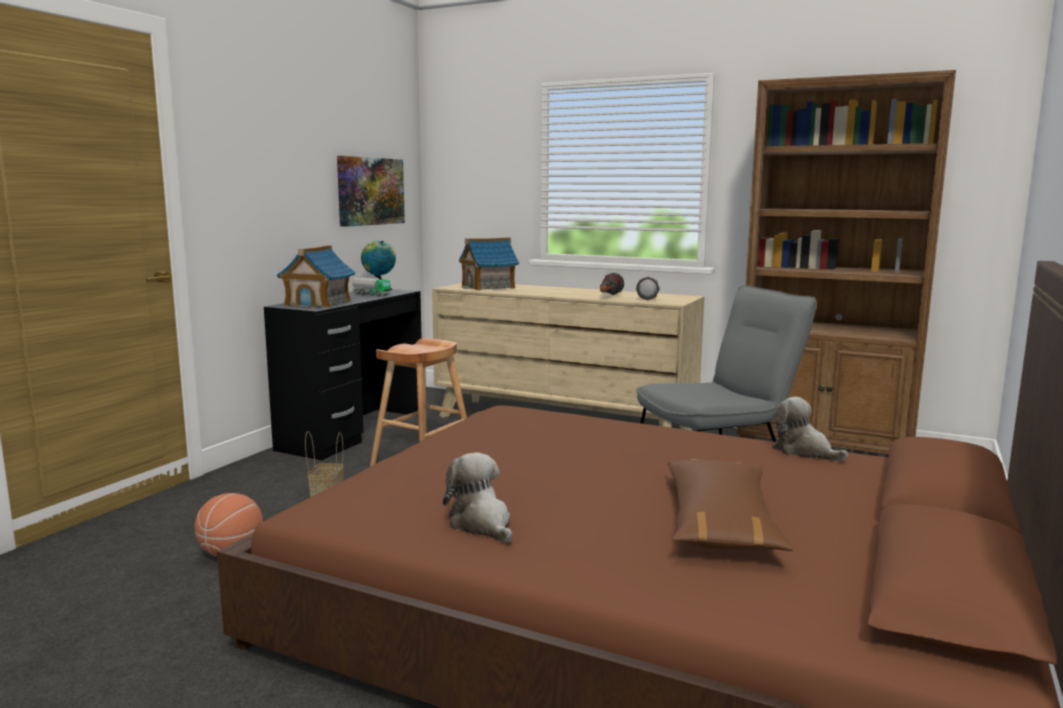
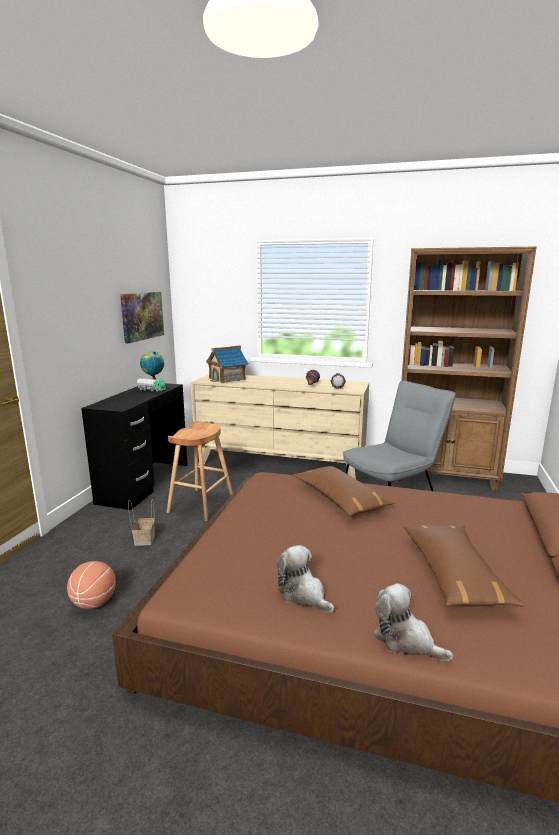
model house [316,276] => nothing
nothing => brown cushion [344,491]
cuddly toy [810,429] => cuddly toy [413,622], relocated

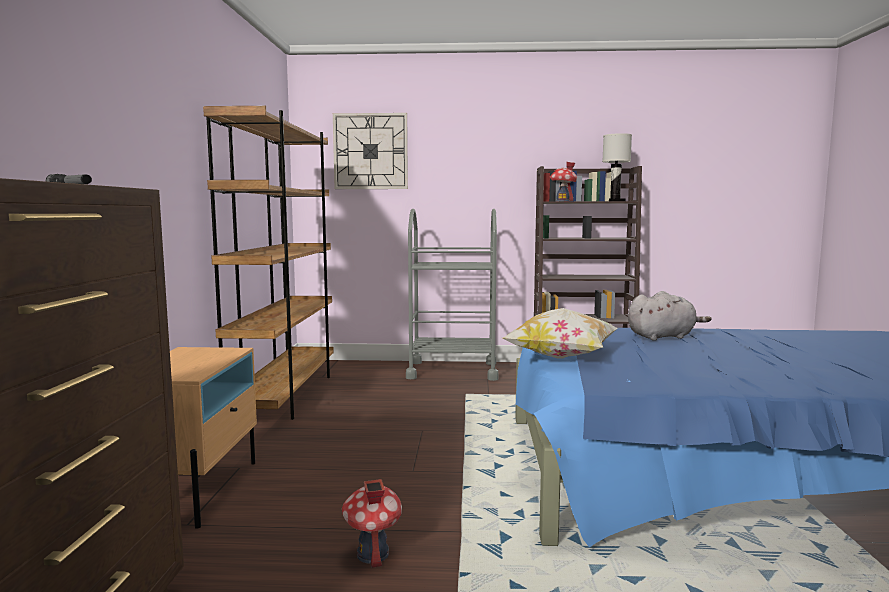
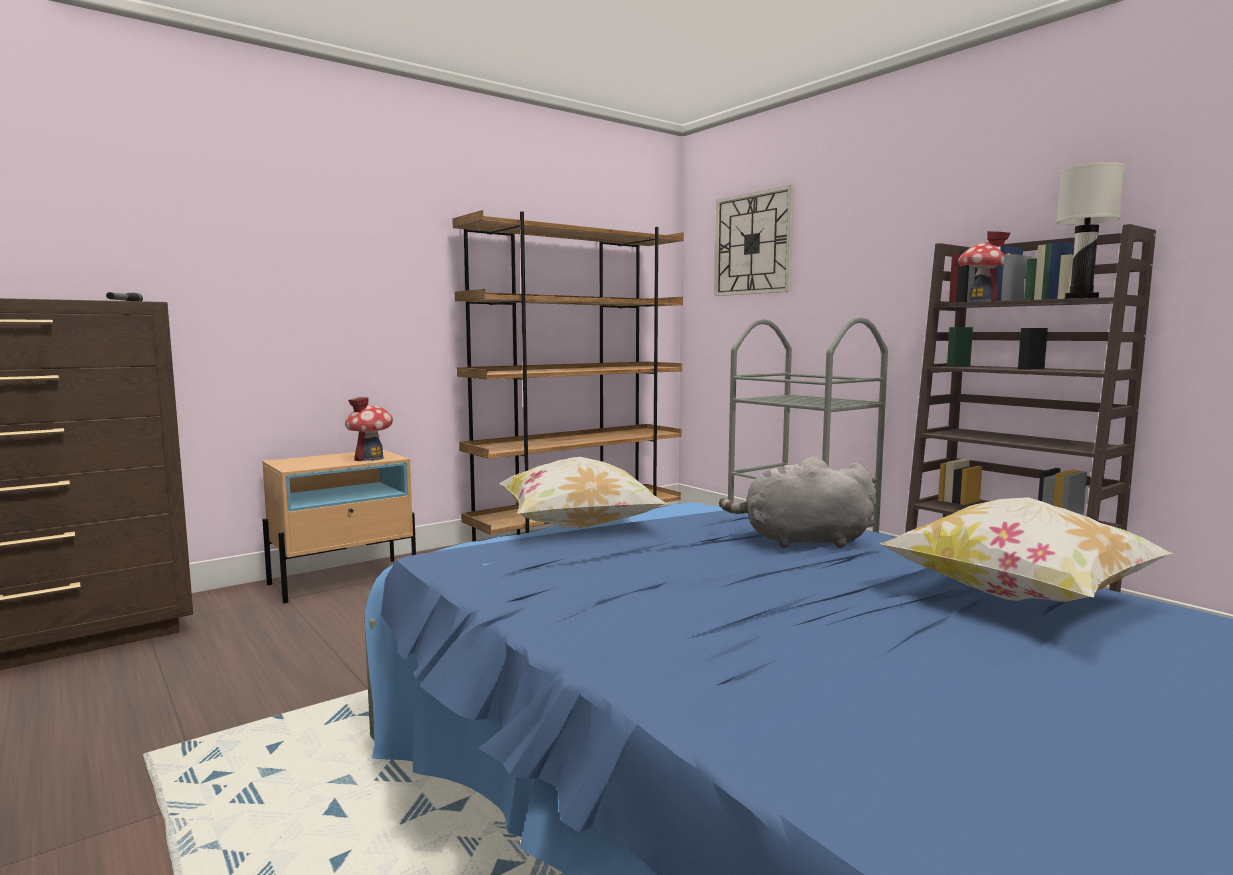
nothing => cushion [1026,549]
model house [372,523] => model house [369,429], relocated
greyish cuddly toy [670,316] => greyish cuddly toy [797,502], 150 degrees clockwise

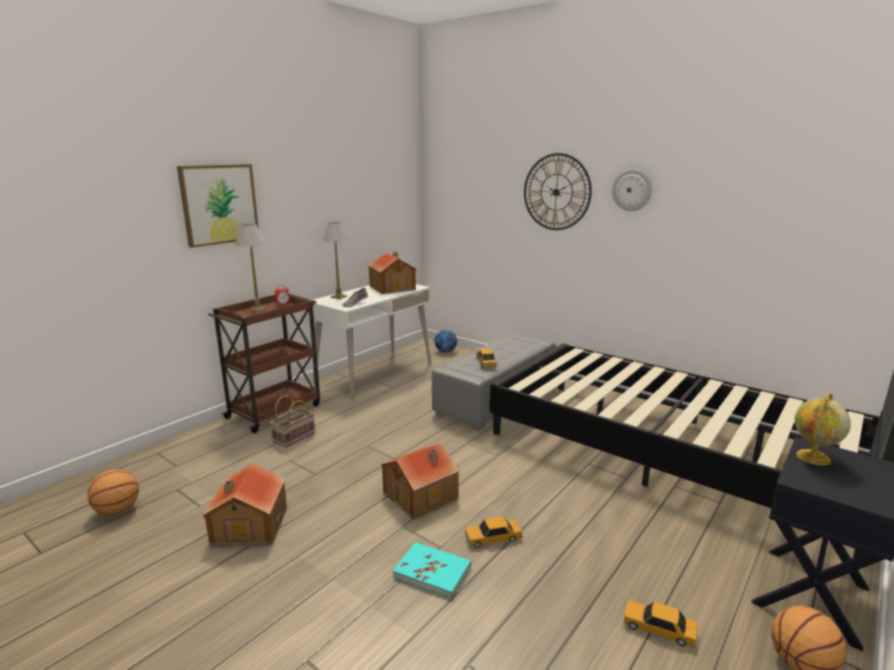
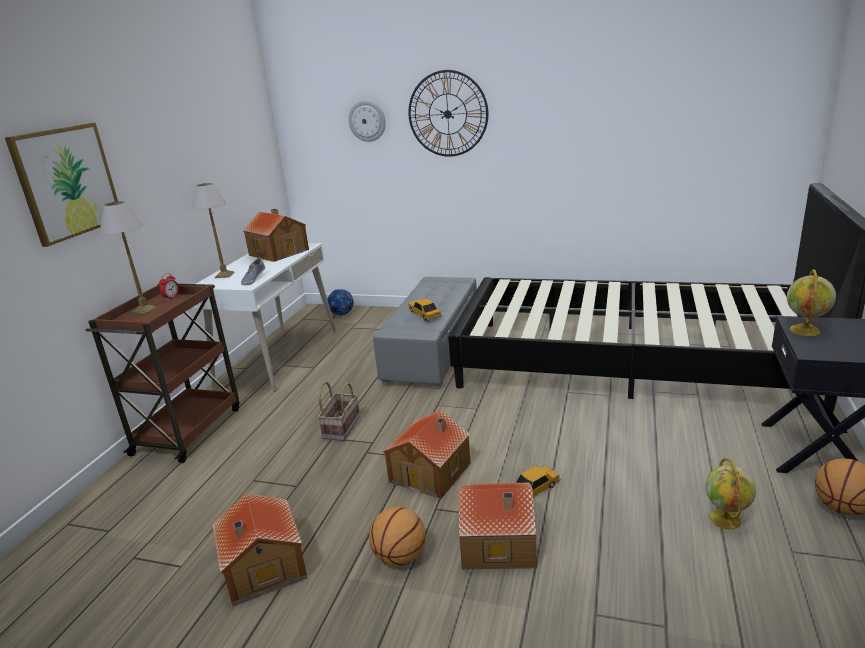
basketball ball [113,492] => basketball ball [397,536], relocated
storage basket [292,421] => storage basket [339,411], relocated
wall clock [632,190] => wall clock [367,121], relocated
turquoise-coloured bound book [432,570] => model house [497,525]
miniature car [660,623] => globe [730,494]

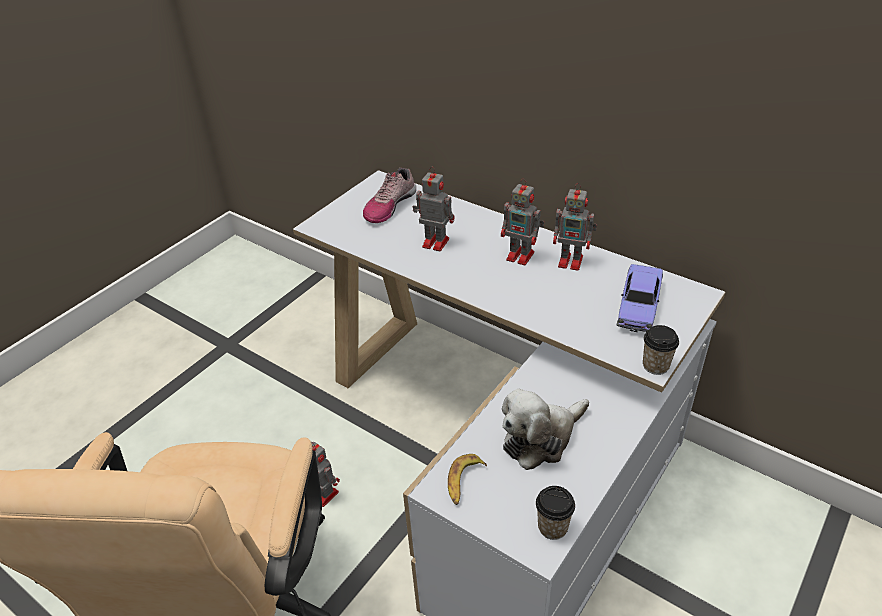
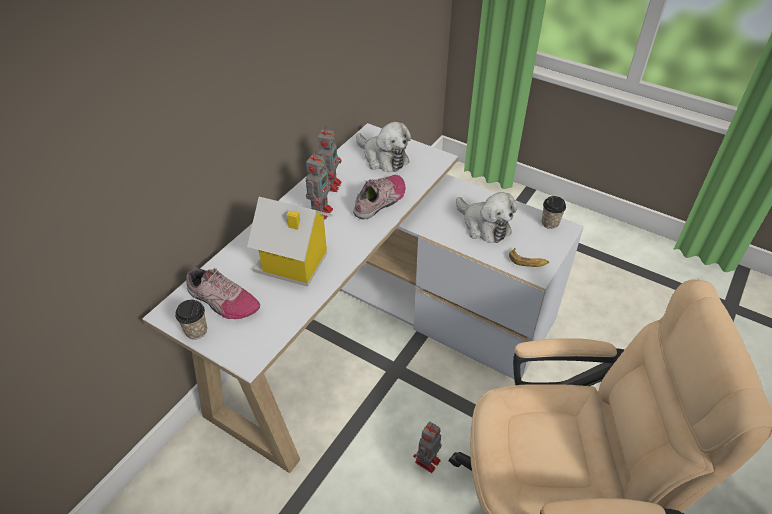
nothing => item of footwear [379,197]
cup [661,350] => cup [191,319], relocated
model robot [434,209] => model house [289,242]
miniature car [640,298] => cuddly toy [383,147]

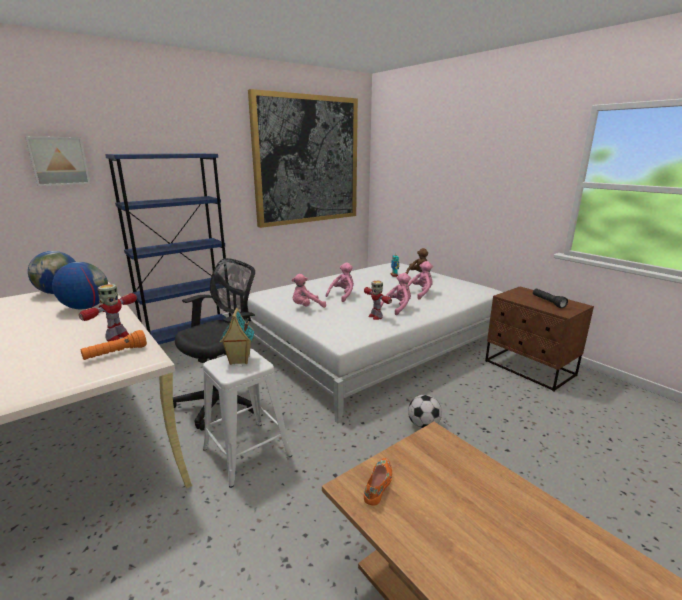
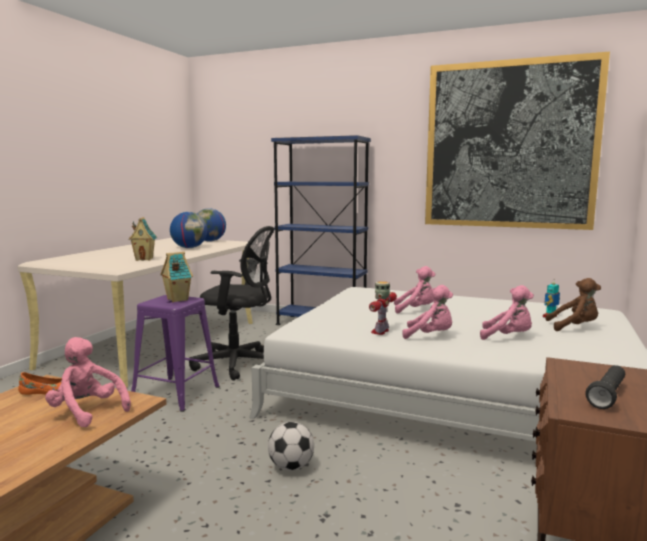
wall picture [57,161] => nothing
orange-coloured hand torch [114,345] => nothing
pinkish cuddly toy [309,291] => pinkish cuddly toy [88,382], relocated
model robot [108,312] => model house [143,239]
white stool [247,418] => purple-coloured stool [175,353]

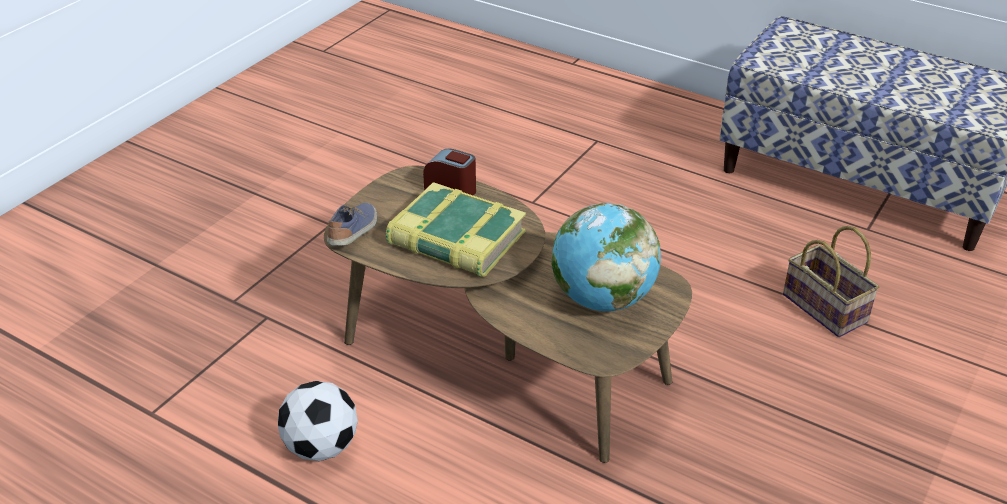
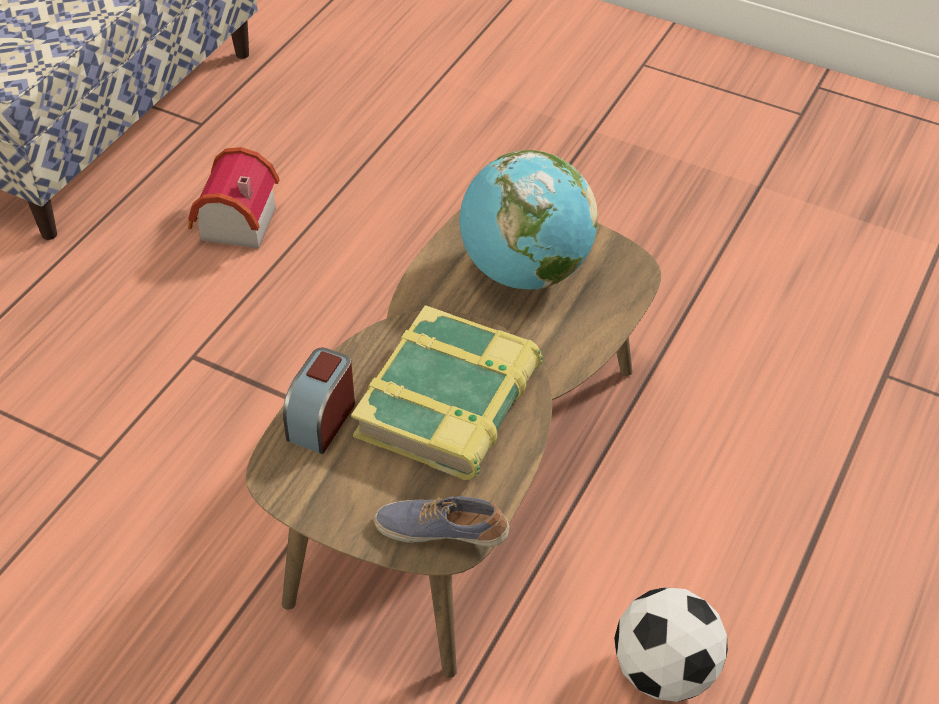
storage basket [831,281] => nothing
nothing => model house [233,198]

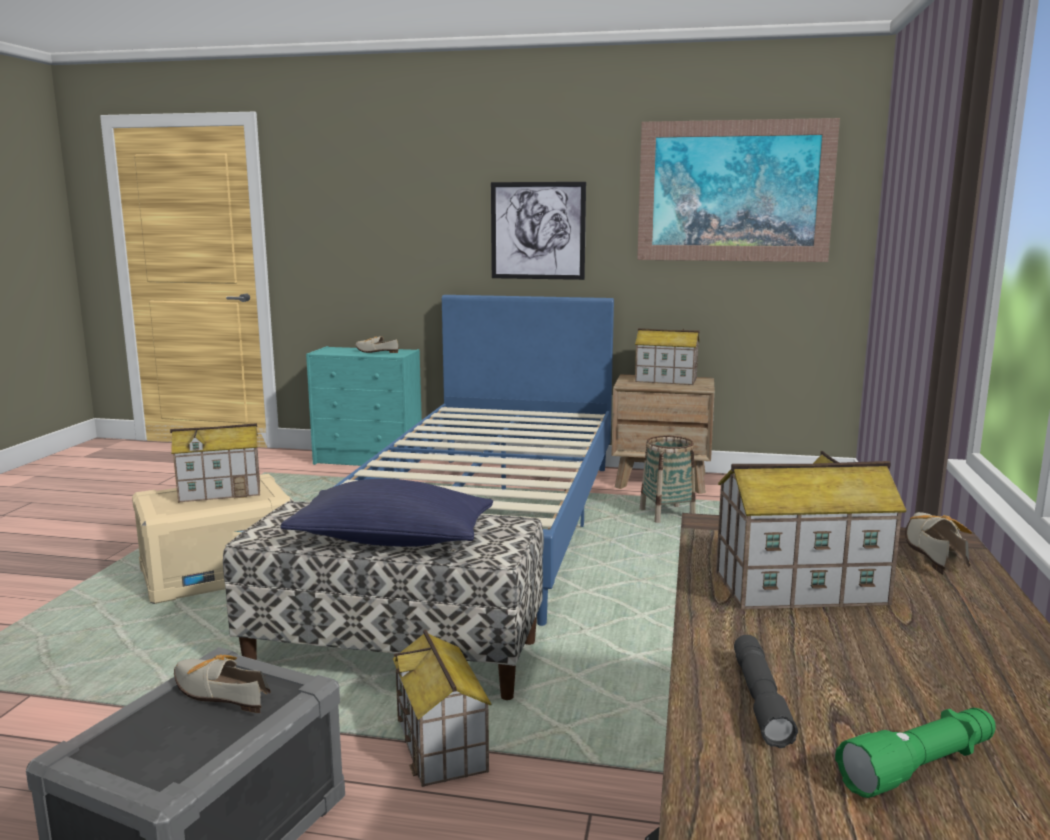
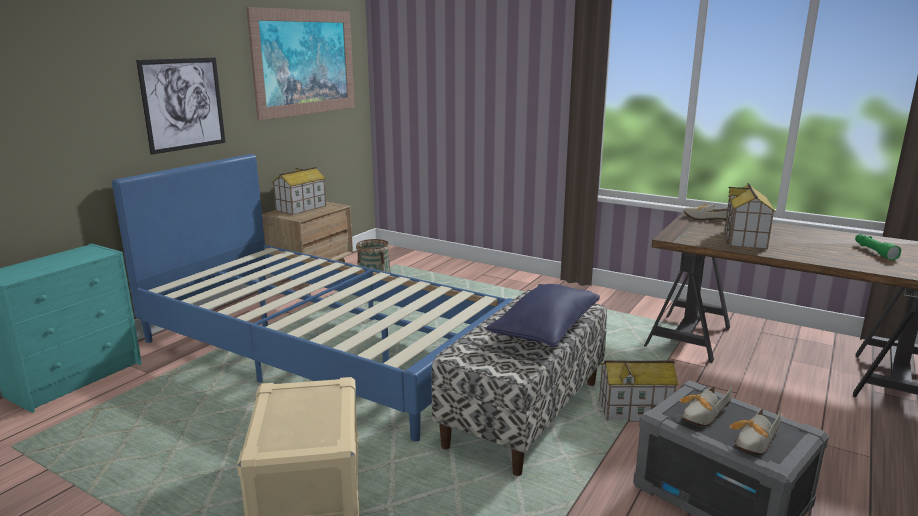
model house [215,463] => nothing
greyish hand torch [766,691] => nothing
item of footwear [377,344] => item of footwear [755,430], relocated

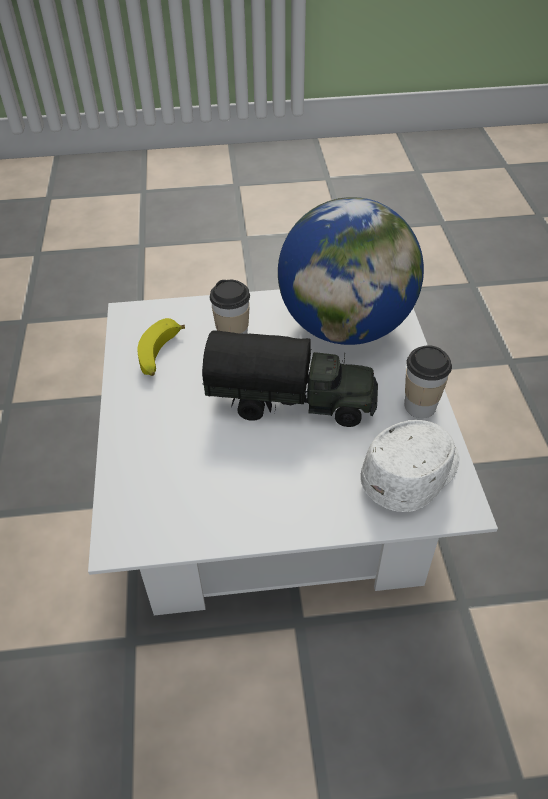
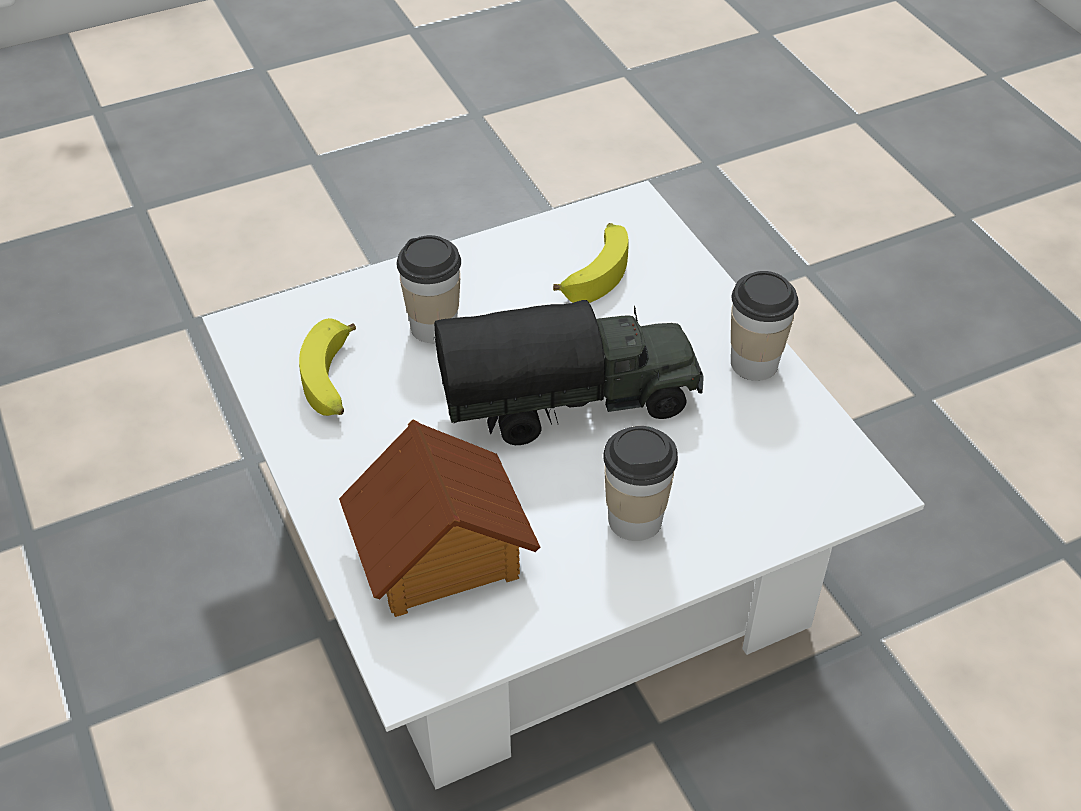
white baseball cap [409,466] => nothing
nothing => model house [439,518]
nothing => cup [640,483]
globe [351,271] => whole banana [591,263]

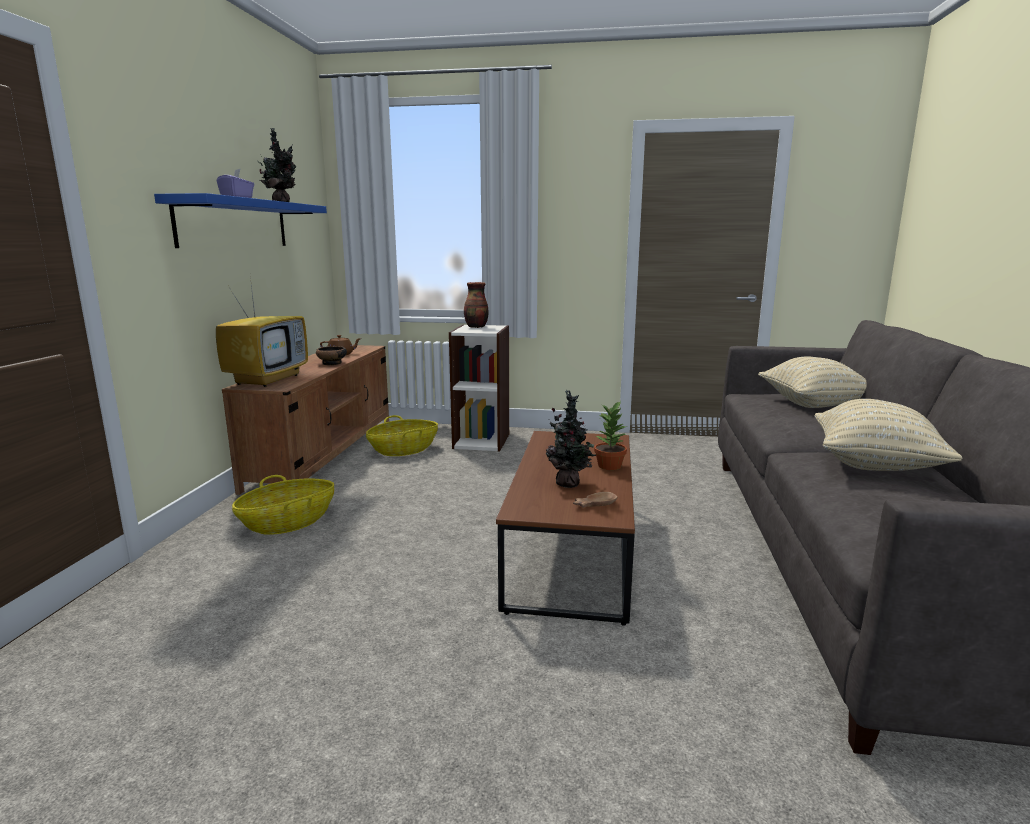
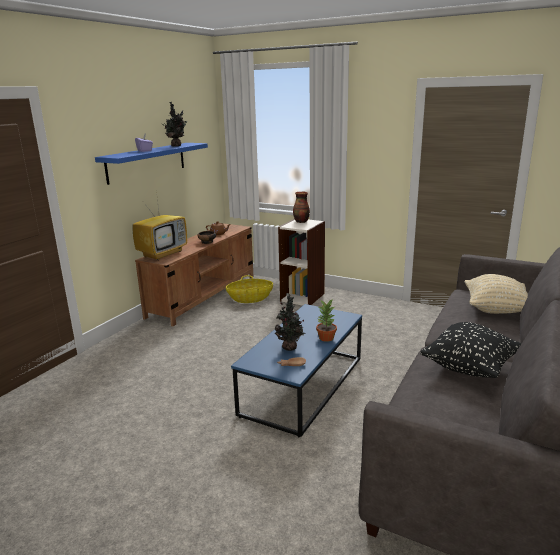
storage basket [283,505] => nothing
brown coffee table [565,528] => blue coffee table [296,370]
sand-coloured cushion [888,435] => black-coloured cushion [471,350]

